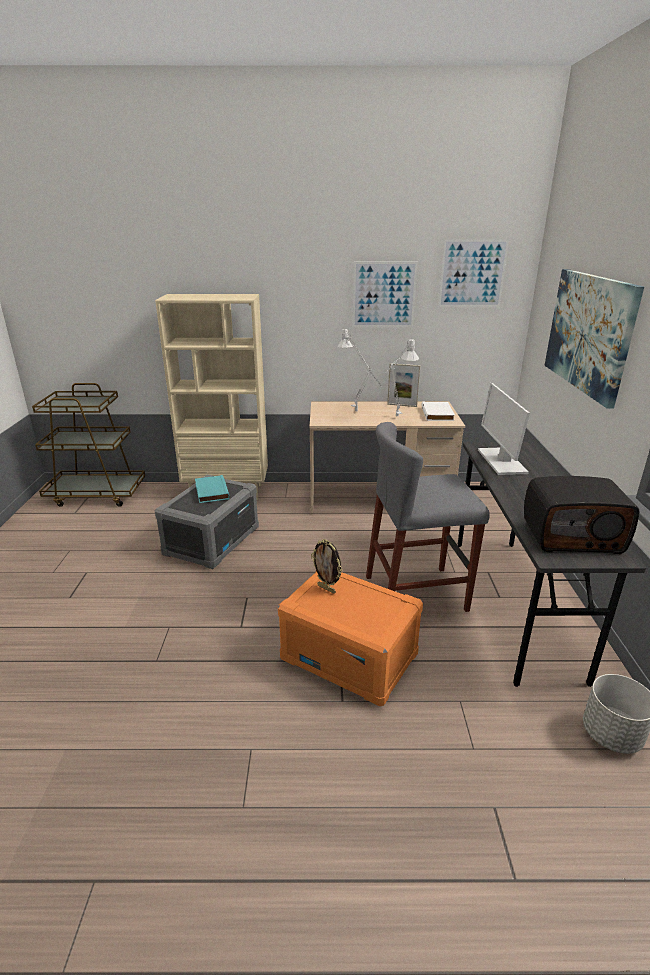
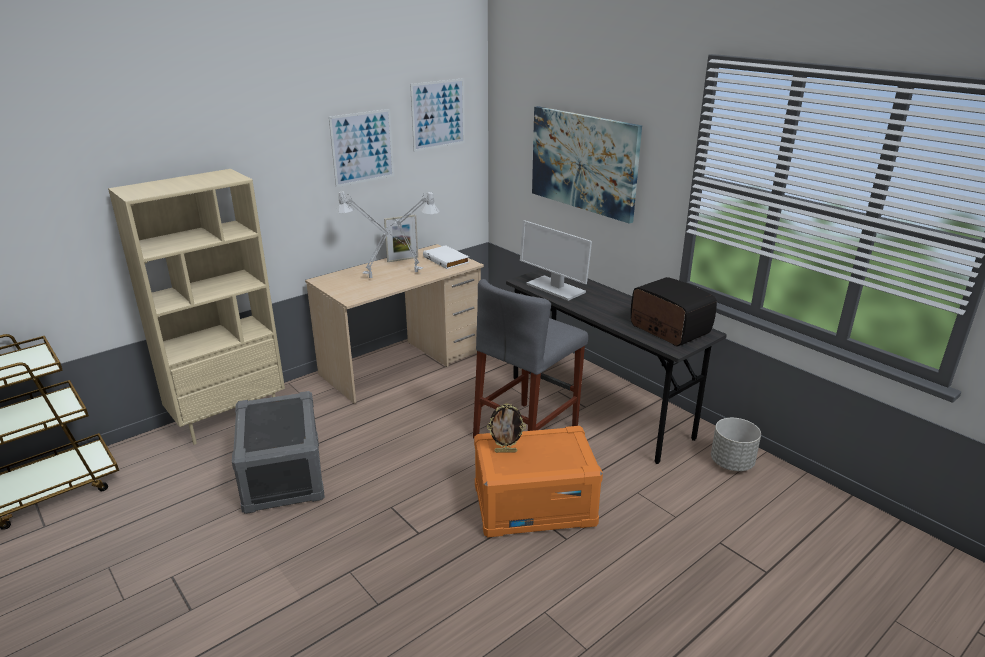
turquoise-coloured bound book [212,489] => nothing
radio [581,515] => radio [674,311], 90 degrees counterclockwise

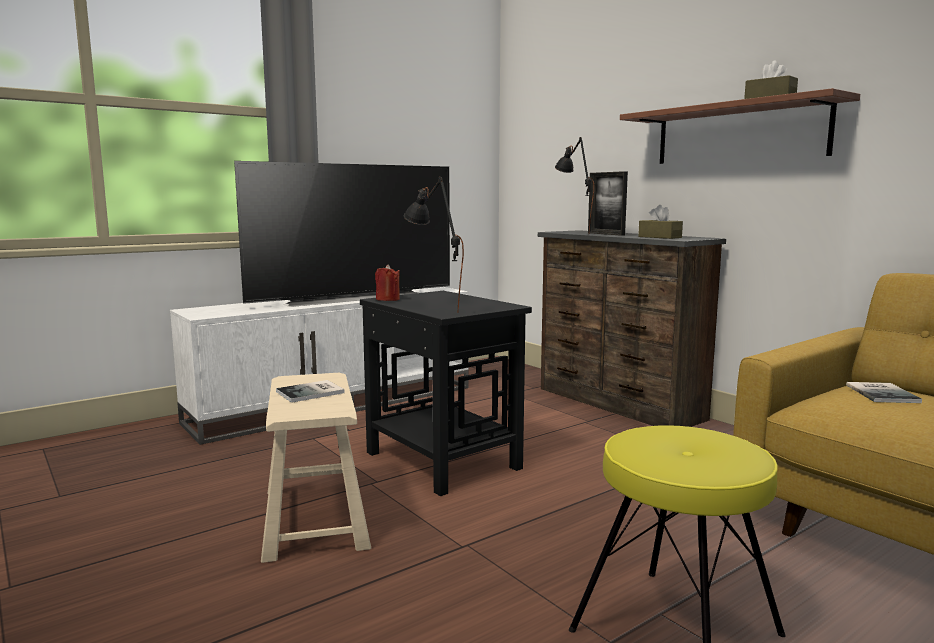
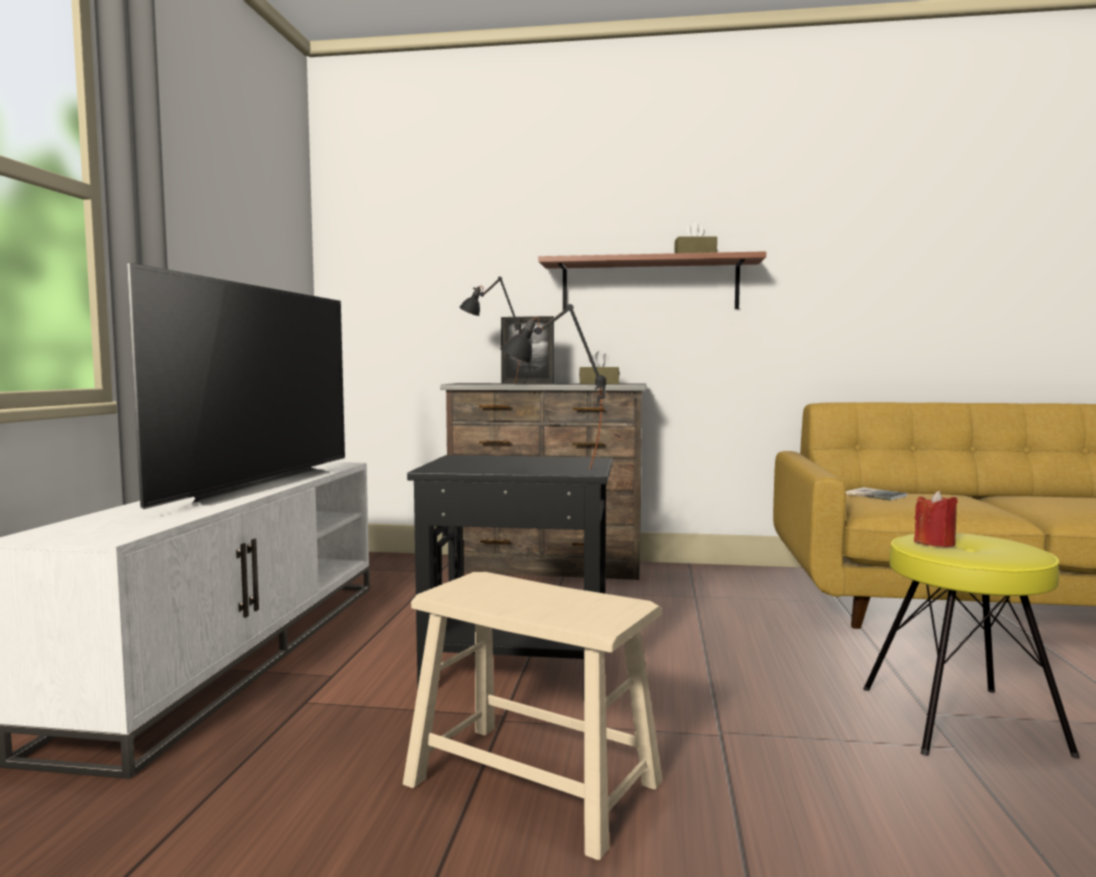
bound book [310,391] => nothing
red-coloured wax candle [387,282] => red-coloured wax candle [936,519], relocated

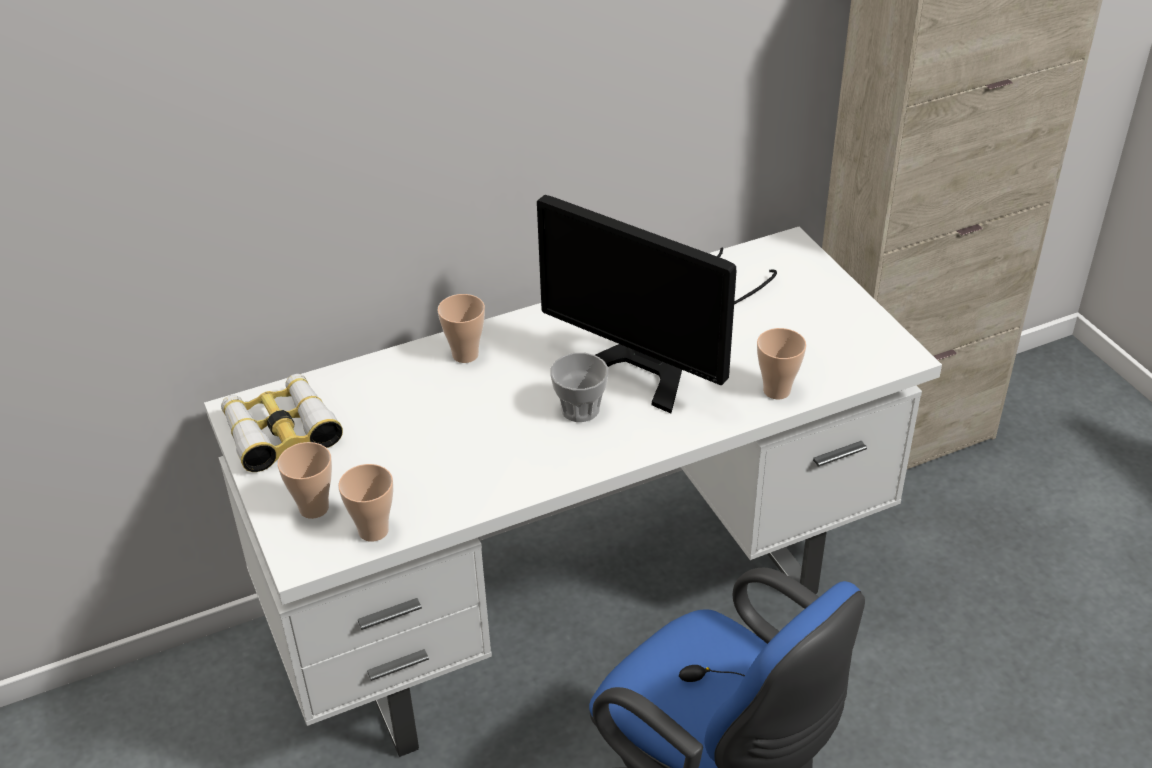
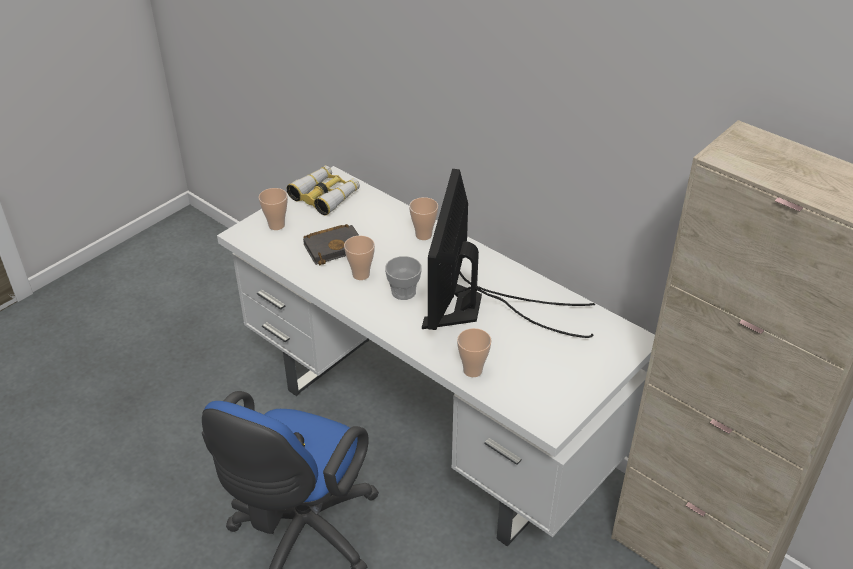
nothing => black-coloured bound book [331,245]
cup [365,503] => cup [359,257], relocated

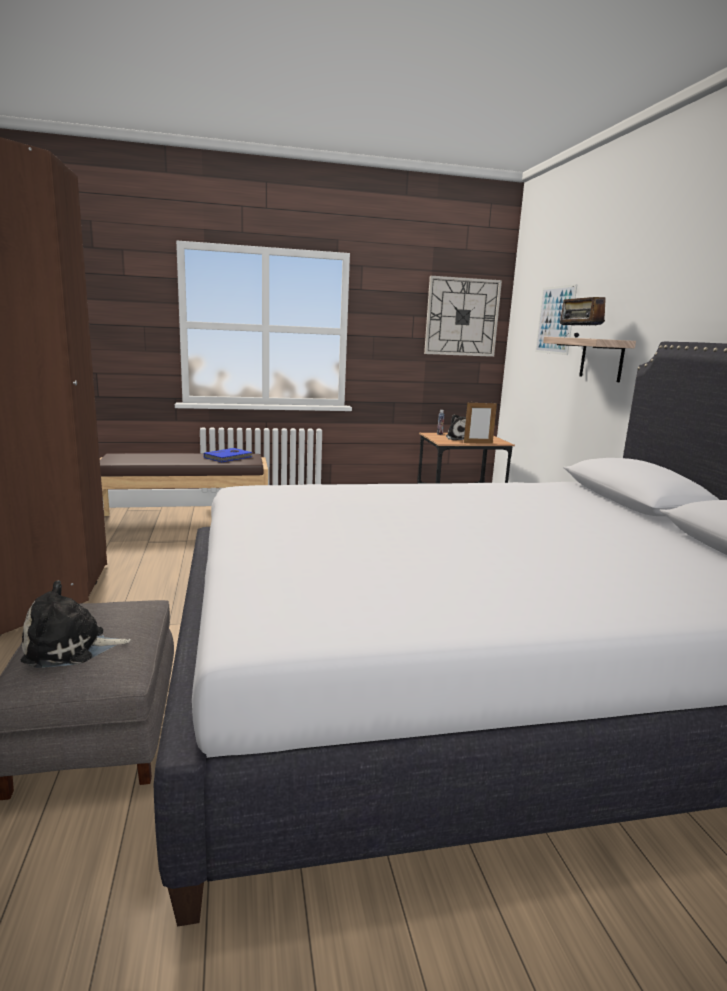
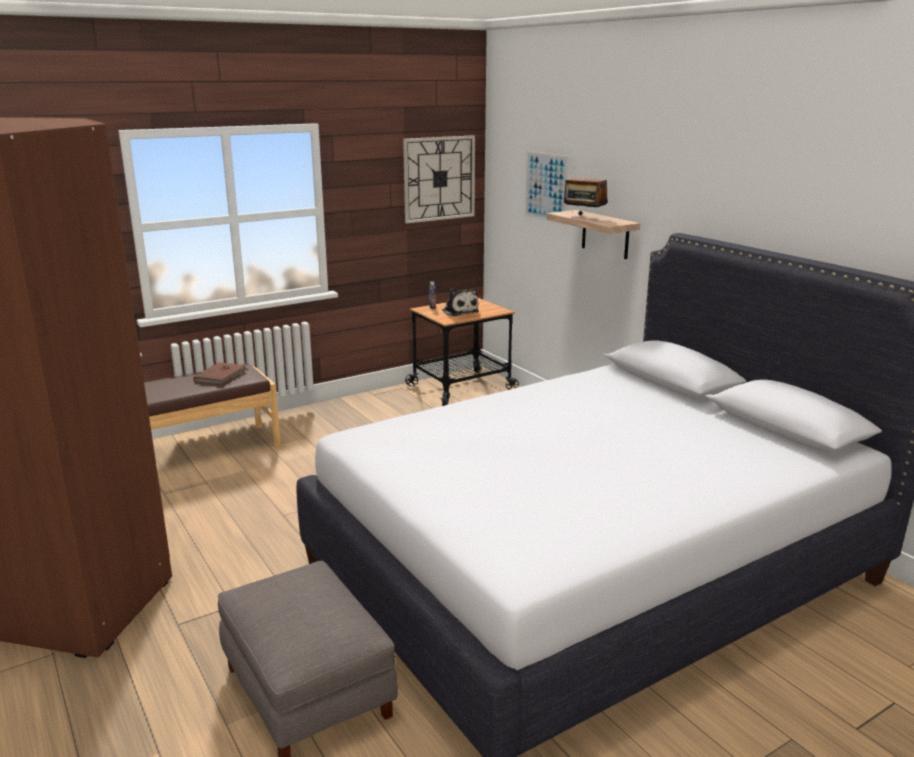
cuddly toy [76,624] => nothing
photo frame [480,423] => nothing
blue bound book [228,455] => brown bound book [221,374]

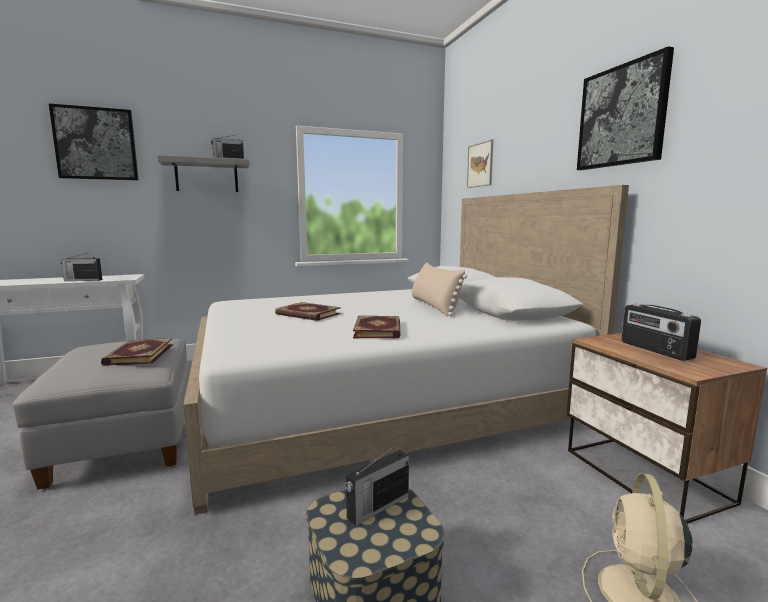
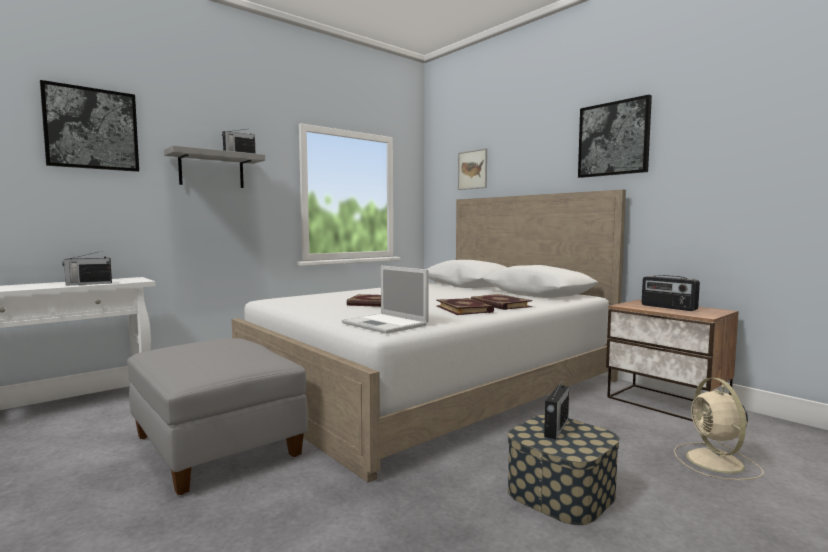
sand-coloured cushion [439,289] => nothing
nothing => notebook computer [385,300]
bound book [137,352] => bound book [501,302], relocated

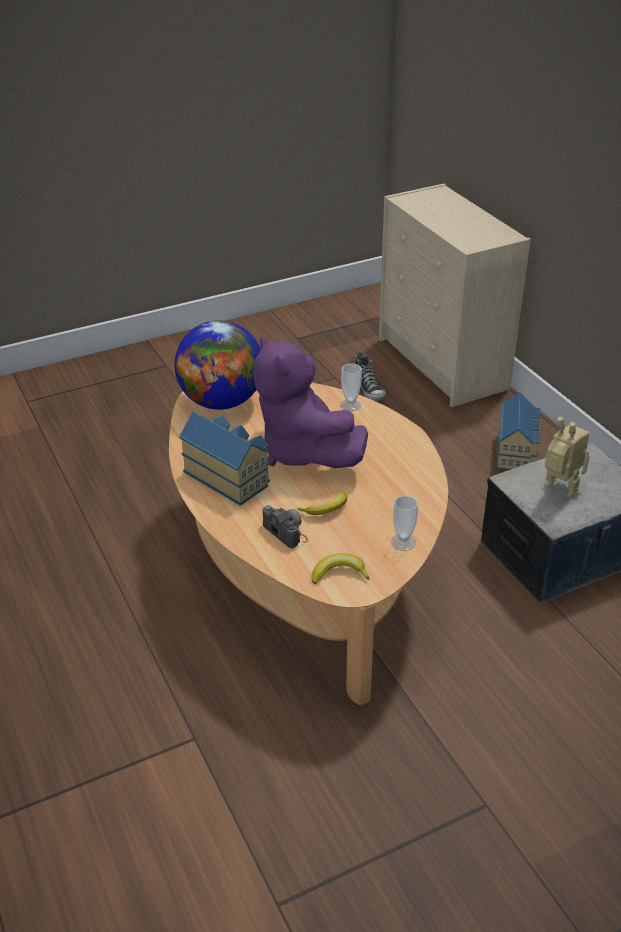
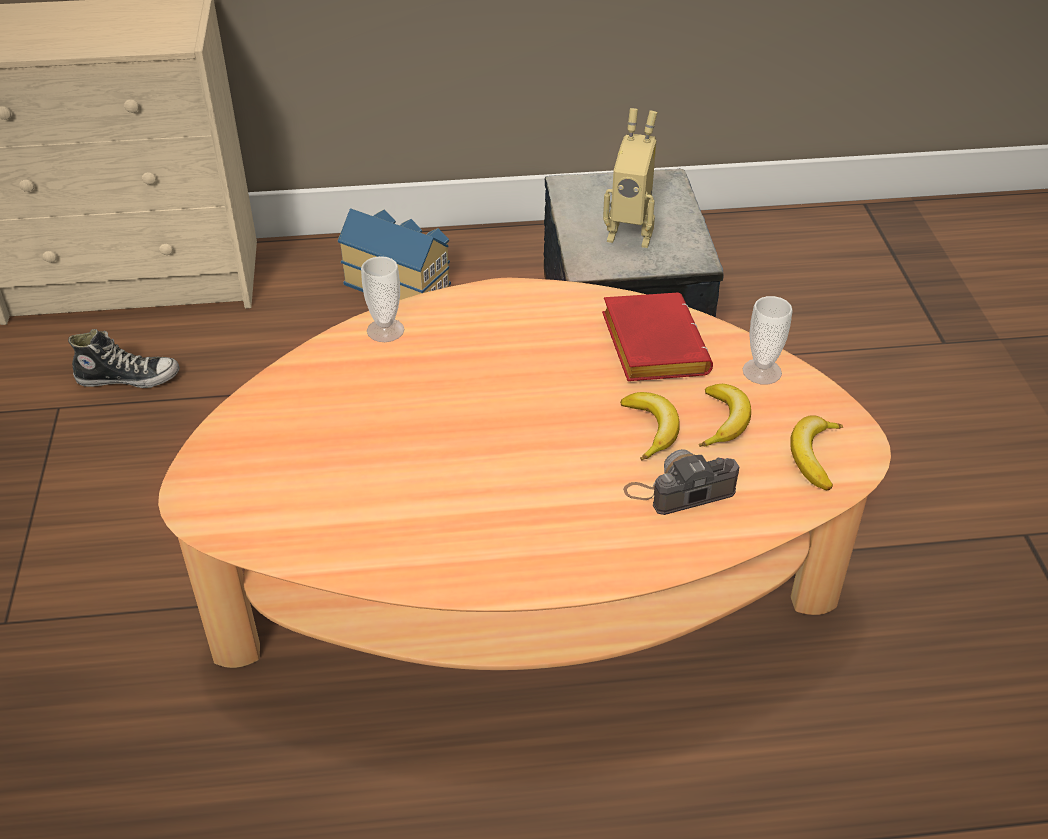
globe [218,365] => nothing
model house [224,459] => nothing
purple-coloured cuddly toy [310,401] => nothing
nothing => red-coloured bound book [657,337]
nothing => whole banana [725,415]
model robot [567,457] => model robot [630,178], 135 degrees counterclockwise

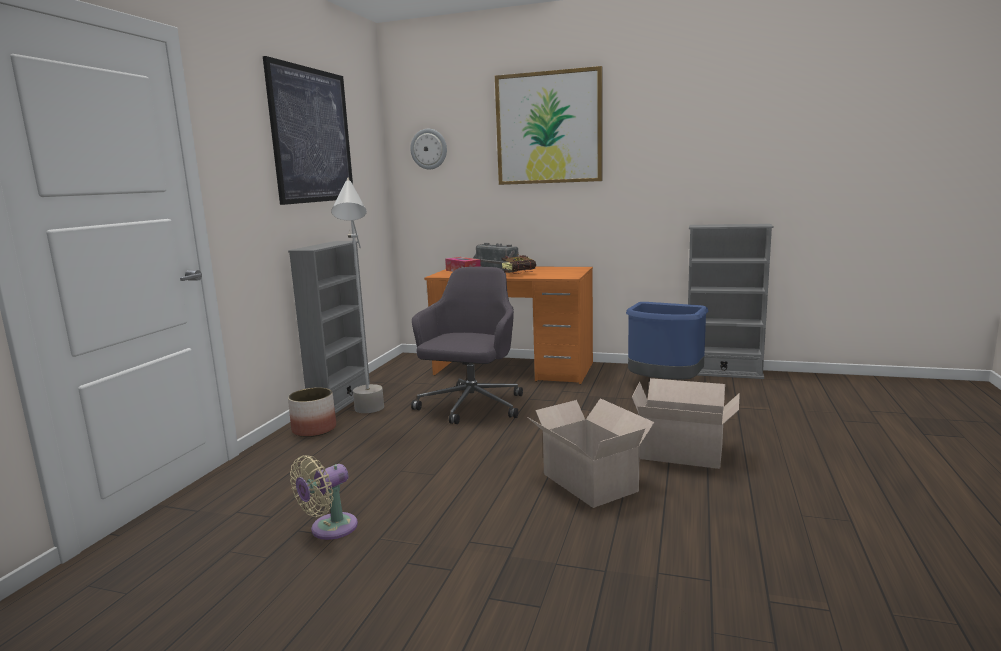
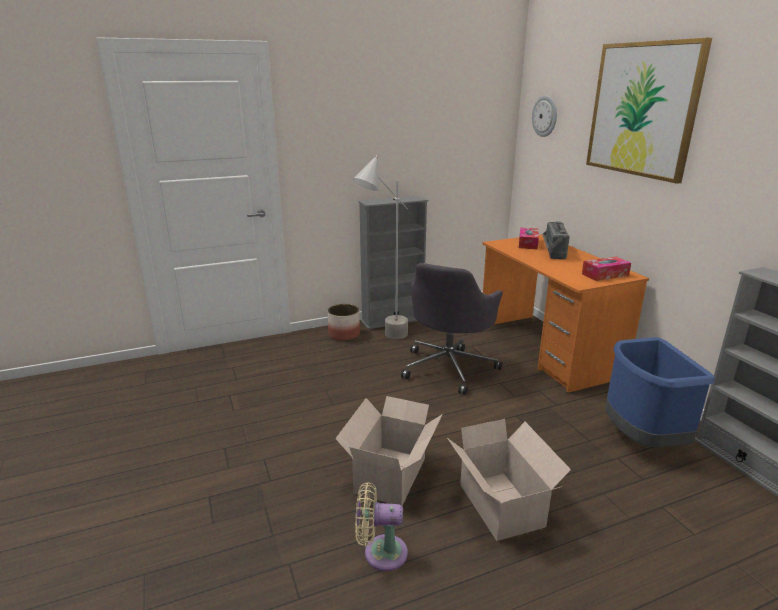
wall picture [308,130] => nothing
bound book [518,264] => nothing
nothing => tissue holder [606,269]
sand-coloured cooling fan [324,497] => sand-coloured cooling fan [381,526], relocated
greyish desk chair [467,345] => greyish desk chair [452,329], 135 degrees clockwise

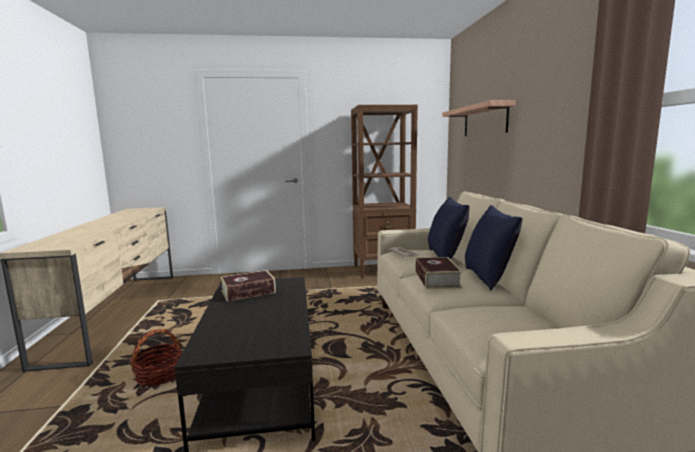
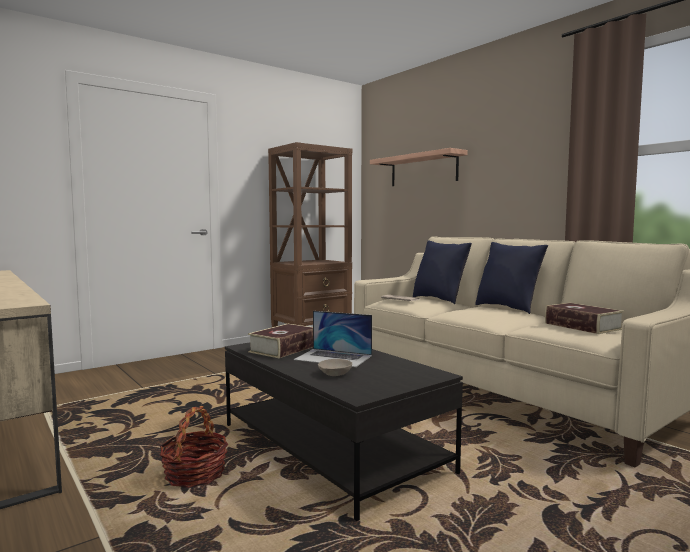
nothing => notebook computer [333,339]
nothing => sand-coloured deep dish [335,367]
bound book [439,273] => bound book [584,318], relocated

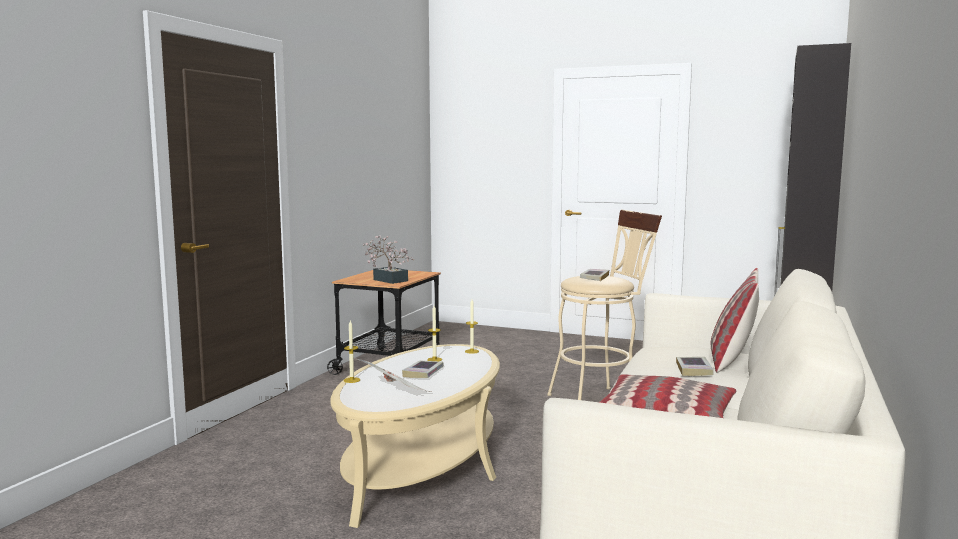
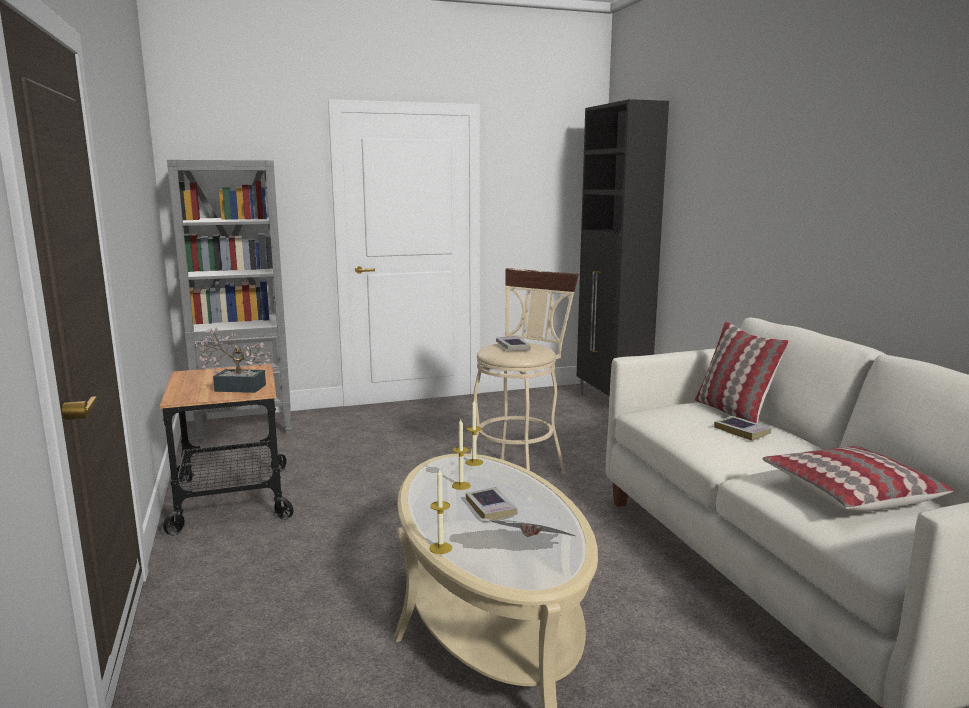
nothing => greyish bookcase [229,302]

